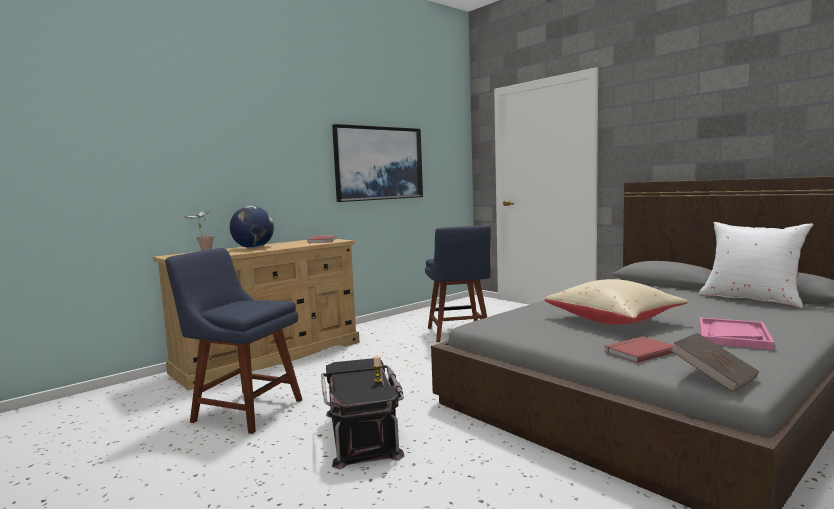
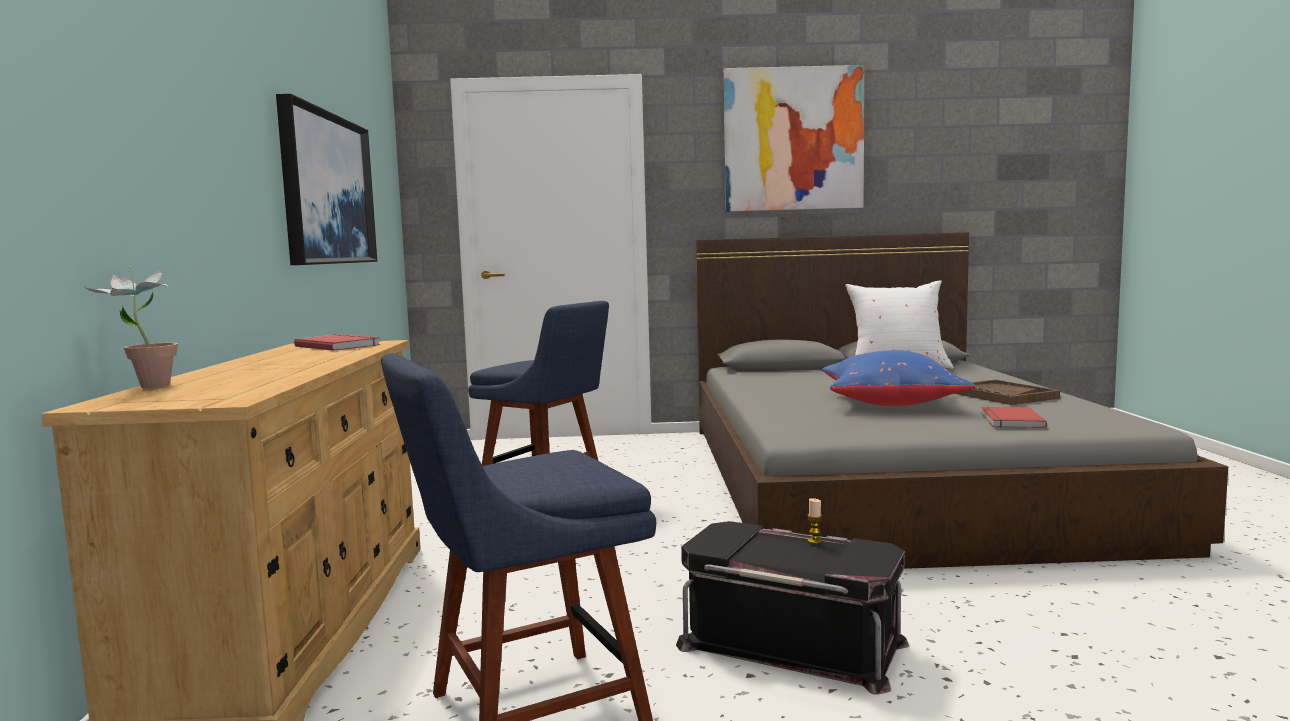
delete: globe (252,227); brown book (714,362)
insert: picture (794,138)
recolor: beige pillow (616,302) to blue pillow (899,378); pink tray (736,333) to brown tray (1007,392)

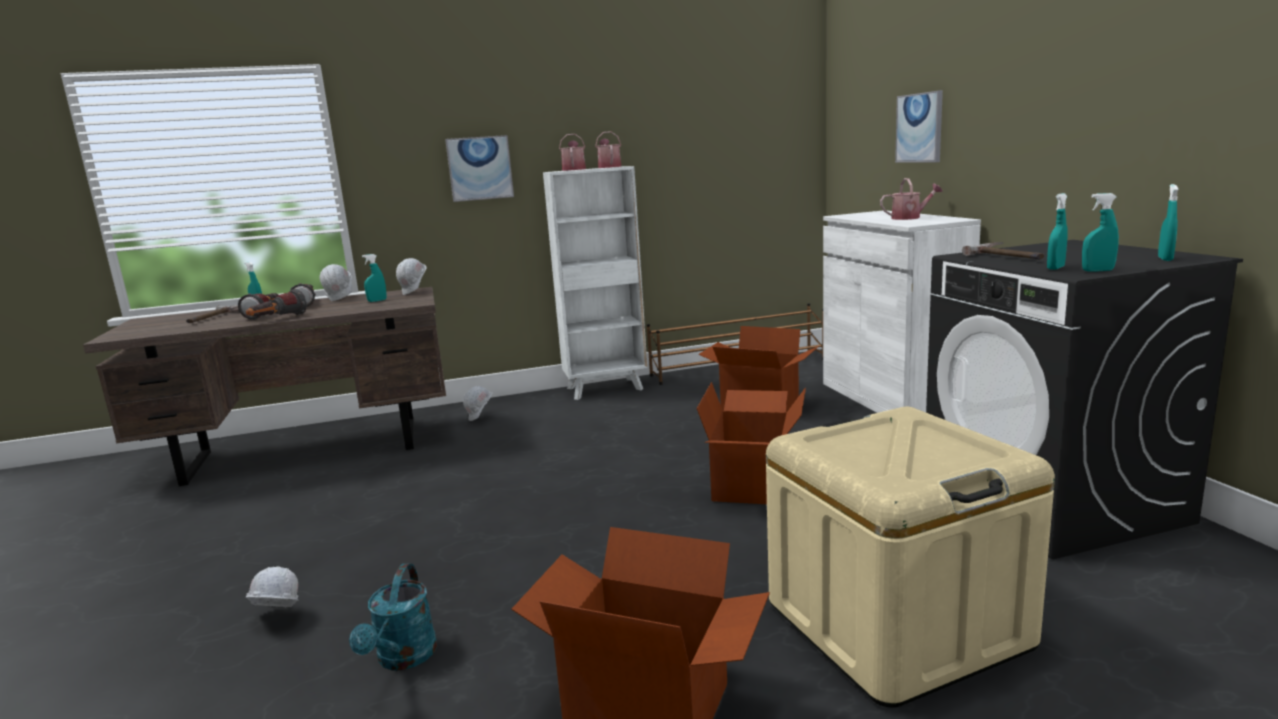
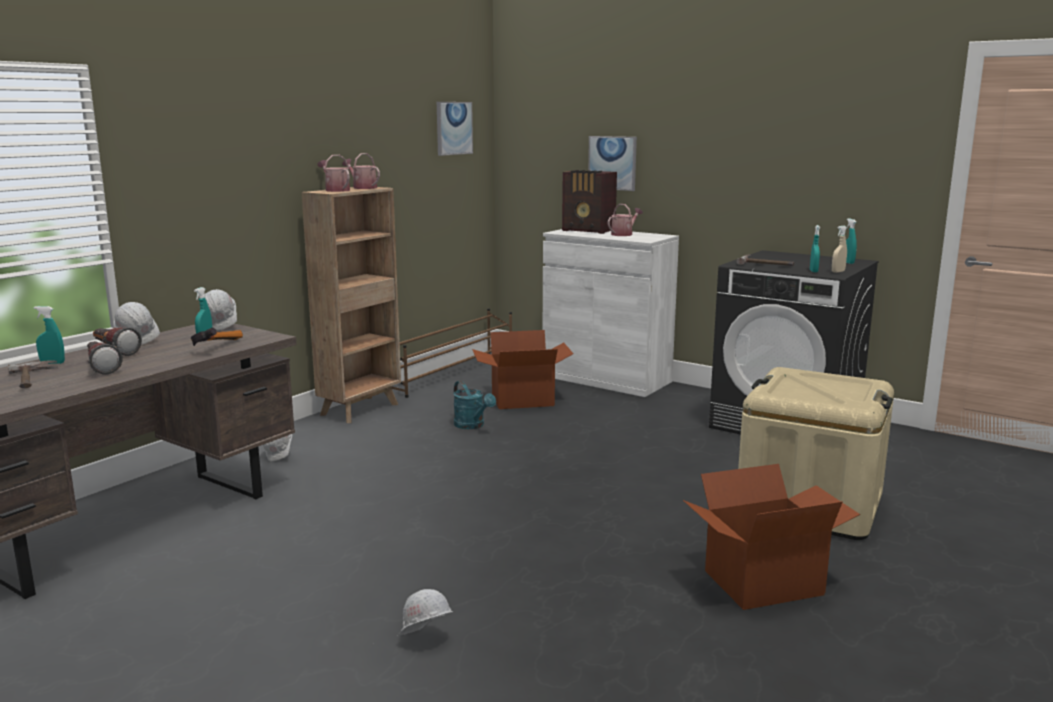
delete: flashlight (276,303); cardboard box (751,443)
insert: radio (589,202); hammer (217,337)
move: picture (479,168) to (455,129); turquoise watering can (393,617) to (474,405)
recolor: white bookcase (595,283) to brown bookcase (351,305); turquoise spray bottle (1100,232) to beige spray bottle (839,249)

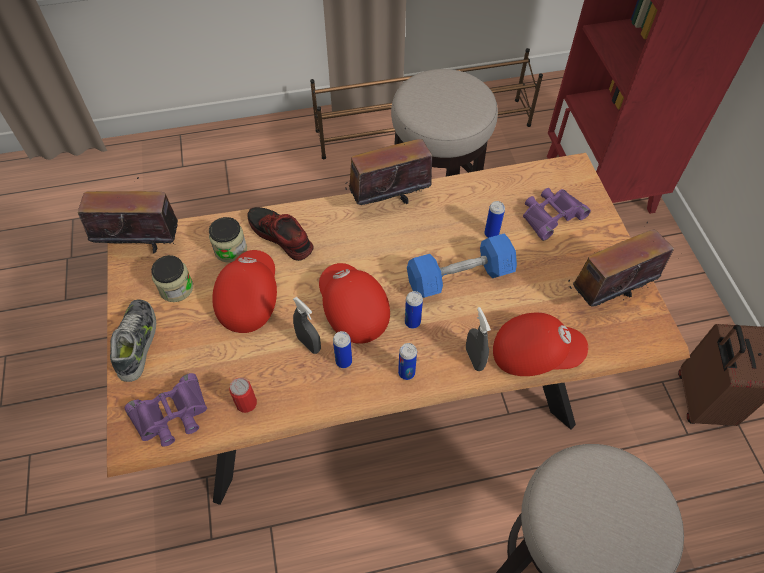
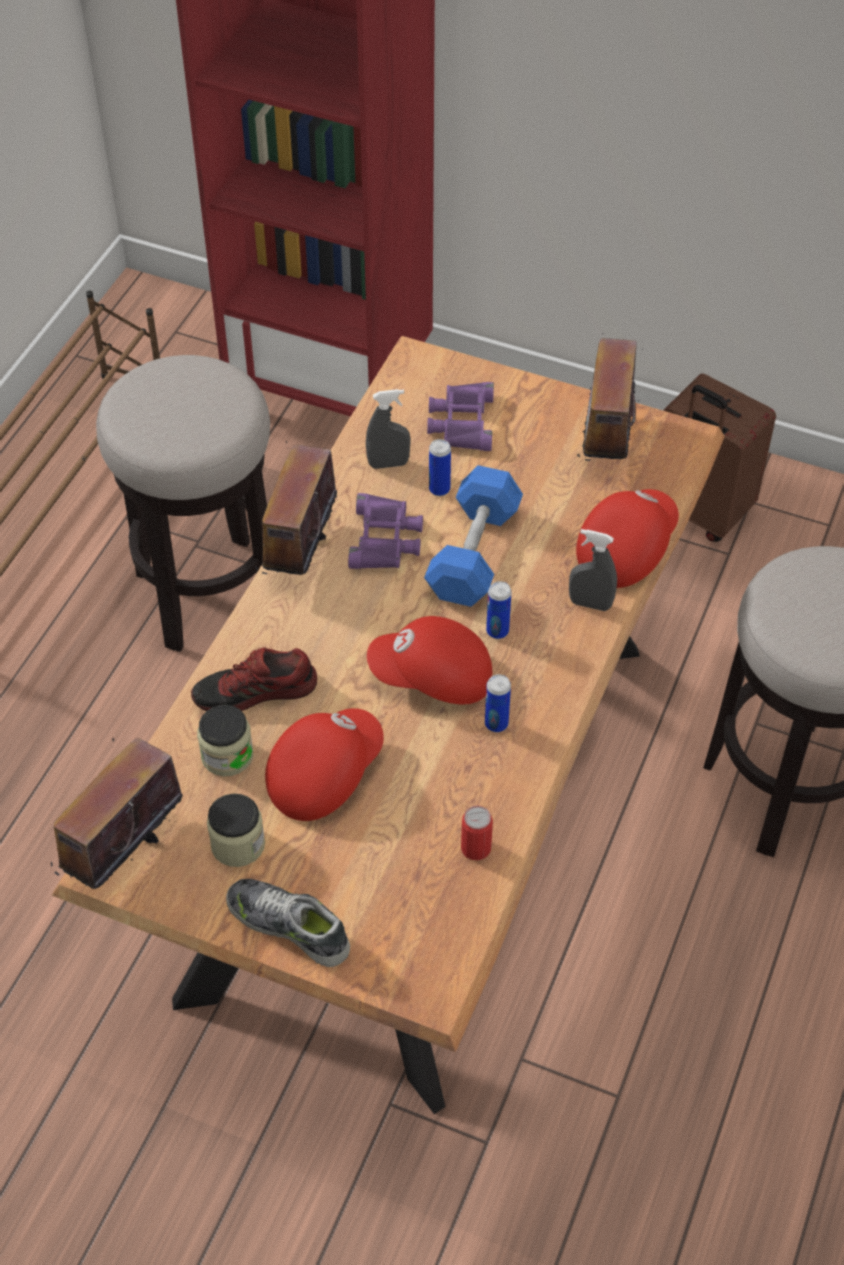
delete: can (407,361)
move: grey spray bottle (307,325) to (388,429); purple binoculars (166,410) to (385,531)
rotate: red cap (244,291) = (324,764) 90 degrees clockwise

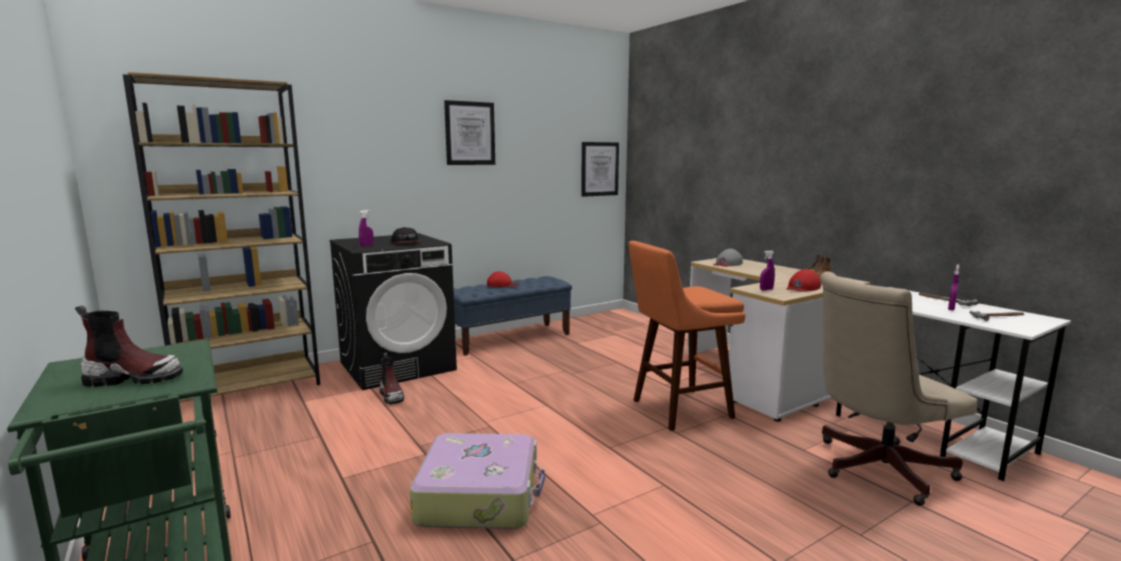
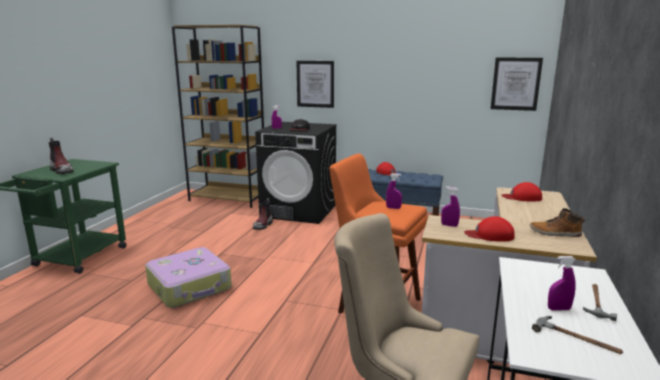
insert: purple spray bottle (394,191)
move: picture (469,132) to (315,84)
recolor: grey cap (728,258) to red cap (522,191)

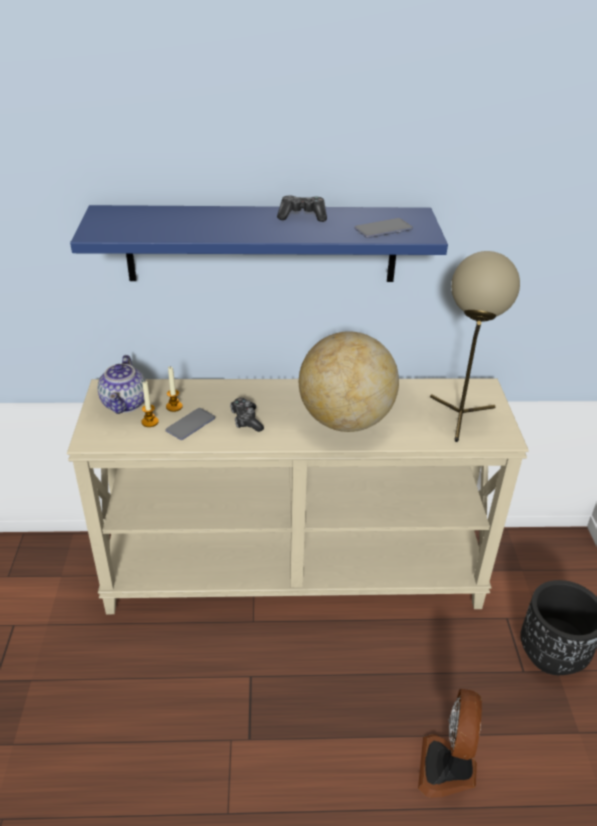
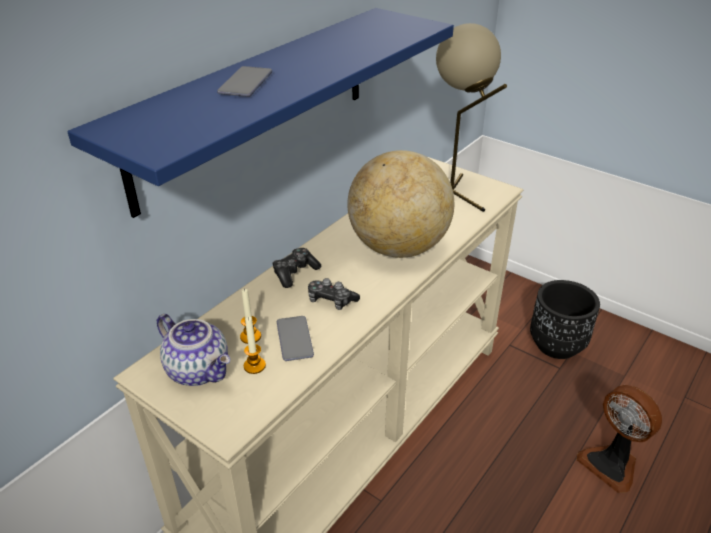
move: game controller (302,209) to (296,268); phone (383,228) to (244,81)

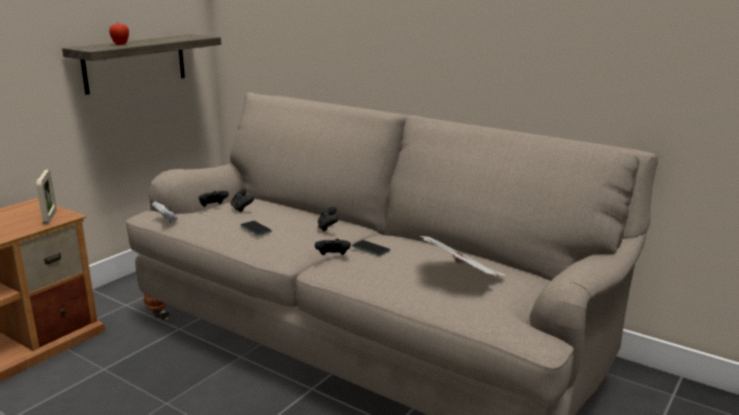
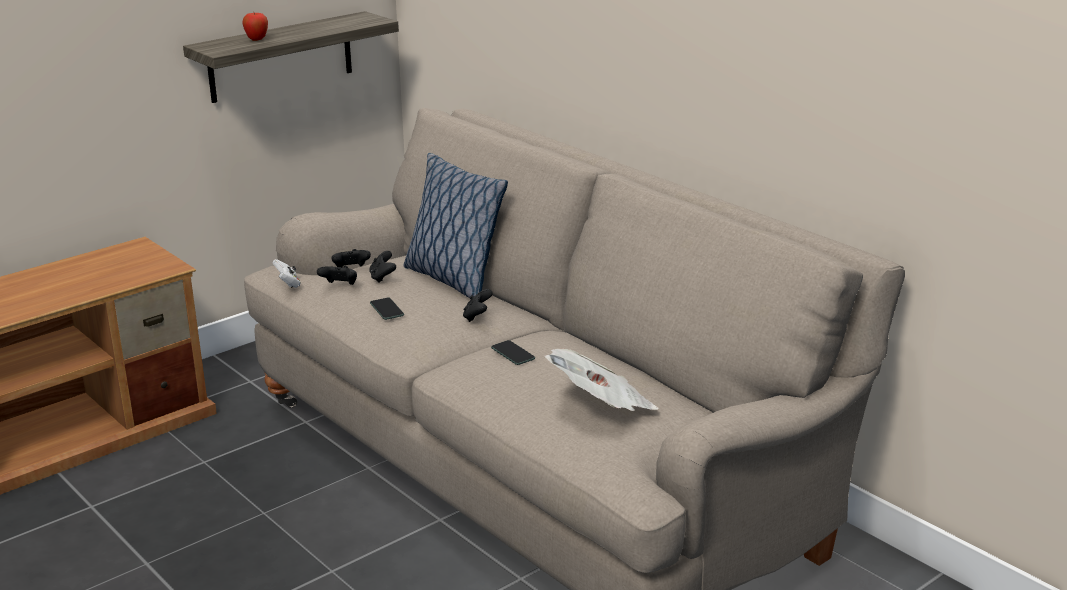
delete: picture frame (46,197)
insert: pillow (456,225)
move: black game controller (333,247) to (337,275)

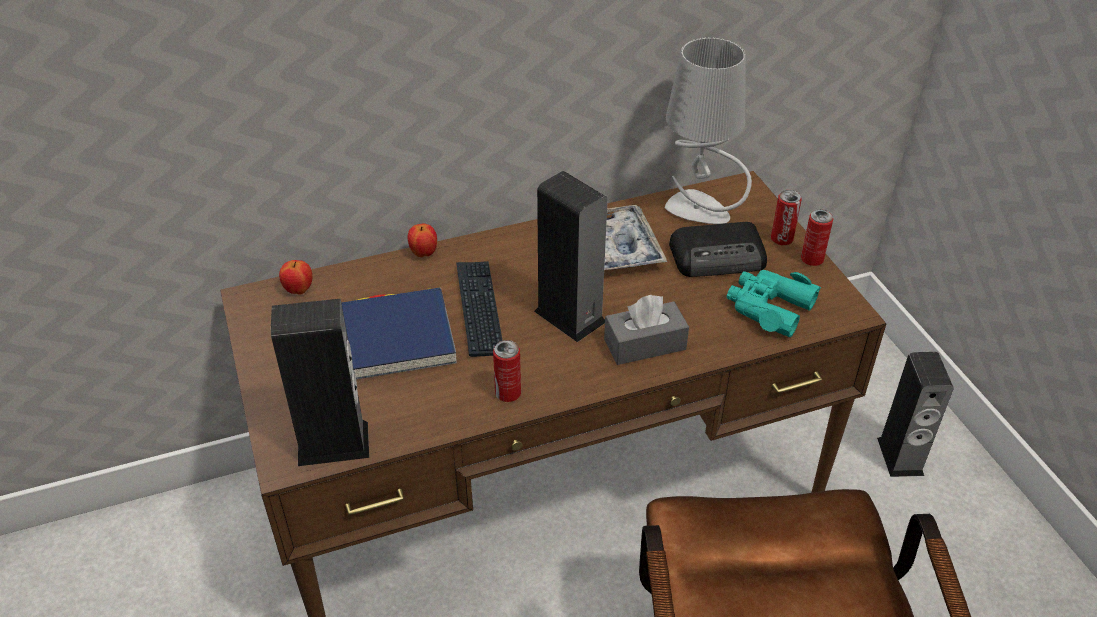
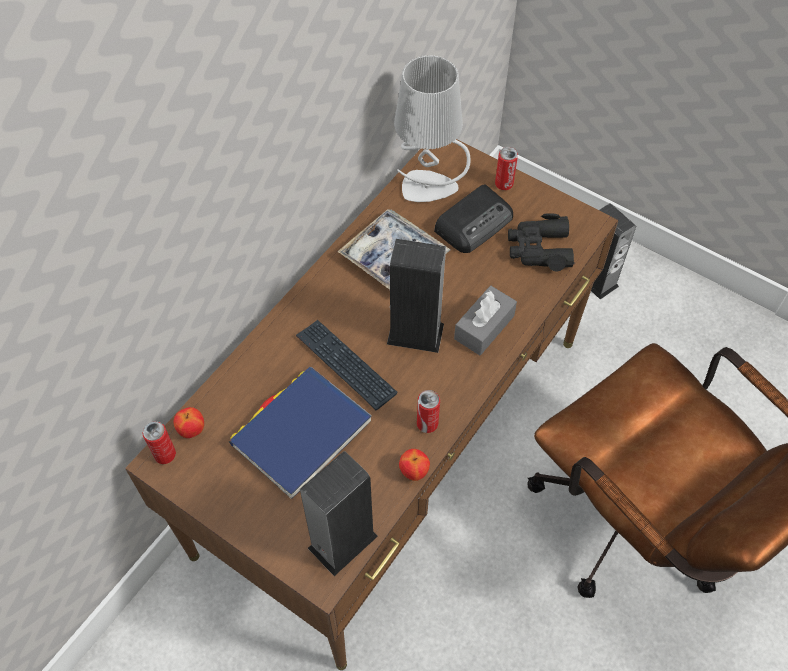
move: can (817,237) to (159,442); apple (422,240) to (414,465)
recolor: turquoise binoculars (773,303) to black binoculars (541,242)

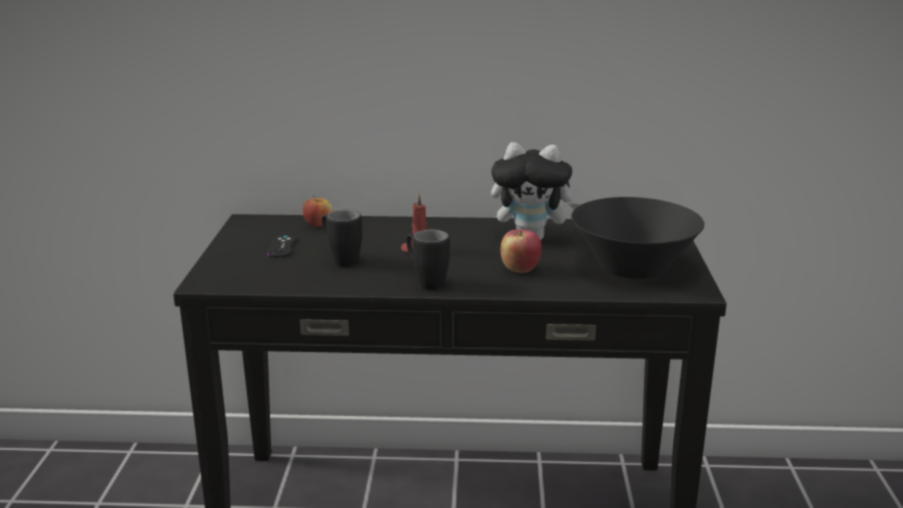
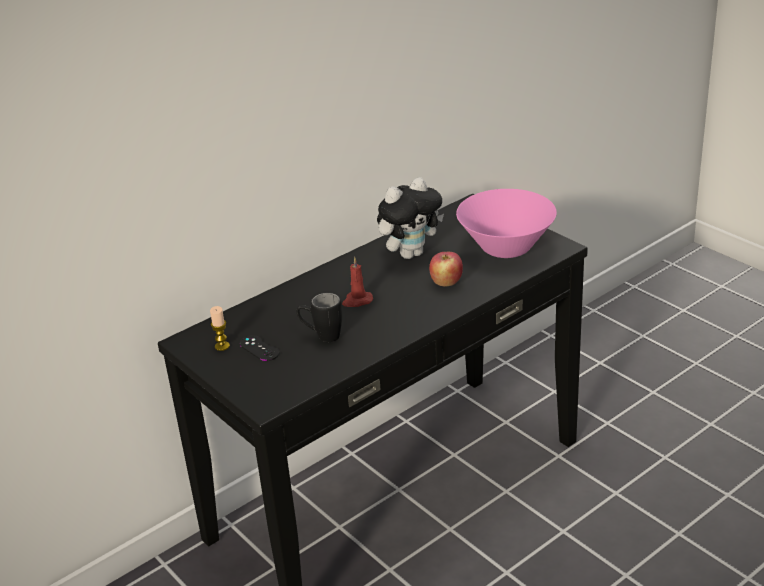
delete: apple (317,211); black mug (428,259)
insert: candle (220,328)
recolor: black bowl (637,238) to pink bowl (506,223)

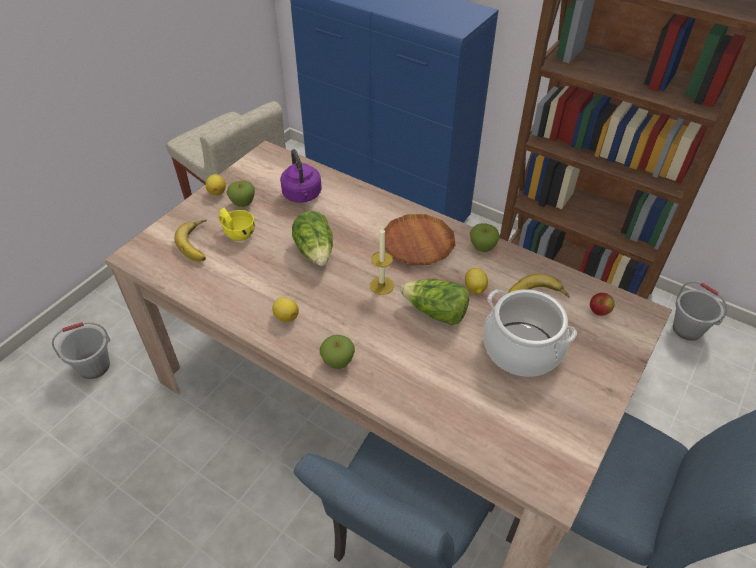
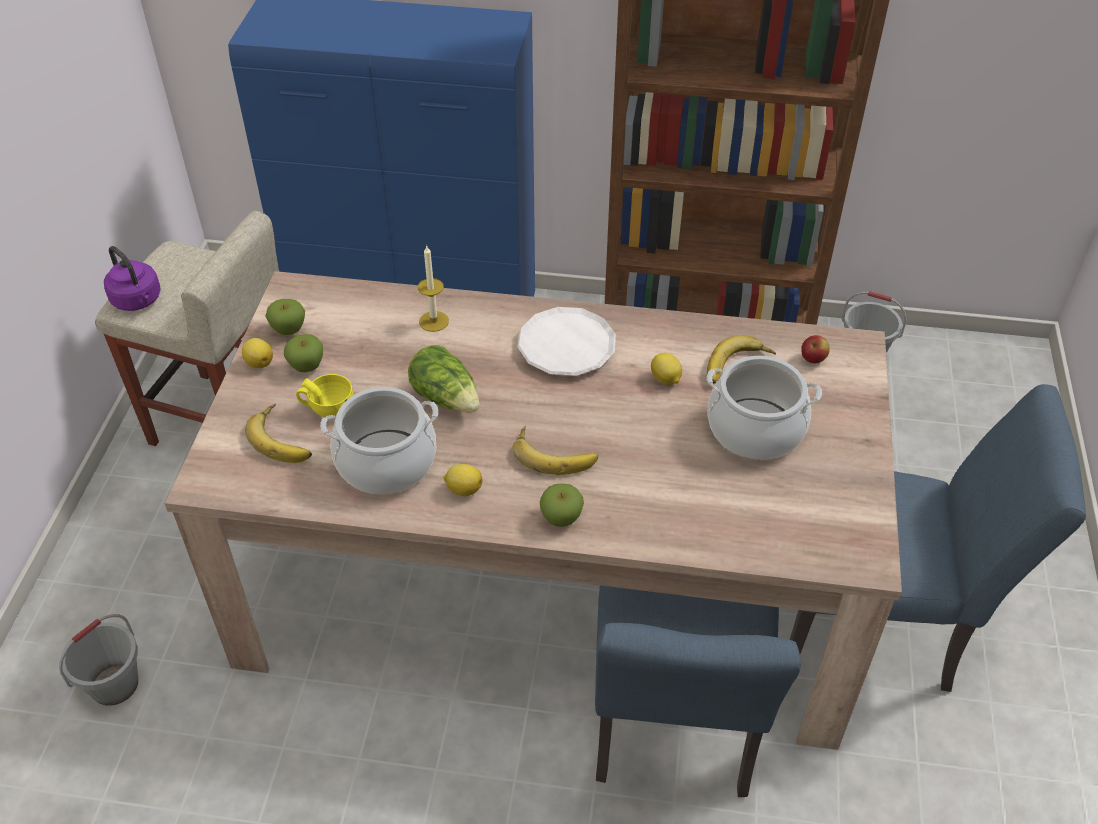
delete: lettuce (435,302)
insert: cooking pot (379,441); banana (555,450)
move: purple kettle (301,176) to (132,278); apple (485,237) to (285,317); candle (382,260) to (433,288)
recolor: brown plate (419,239) to white plate (566,341)

